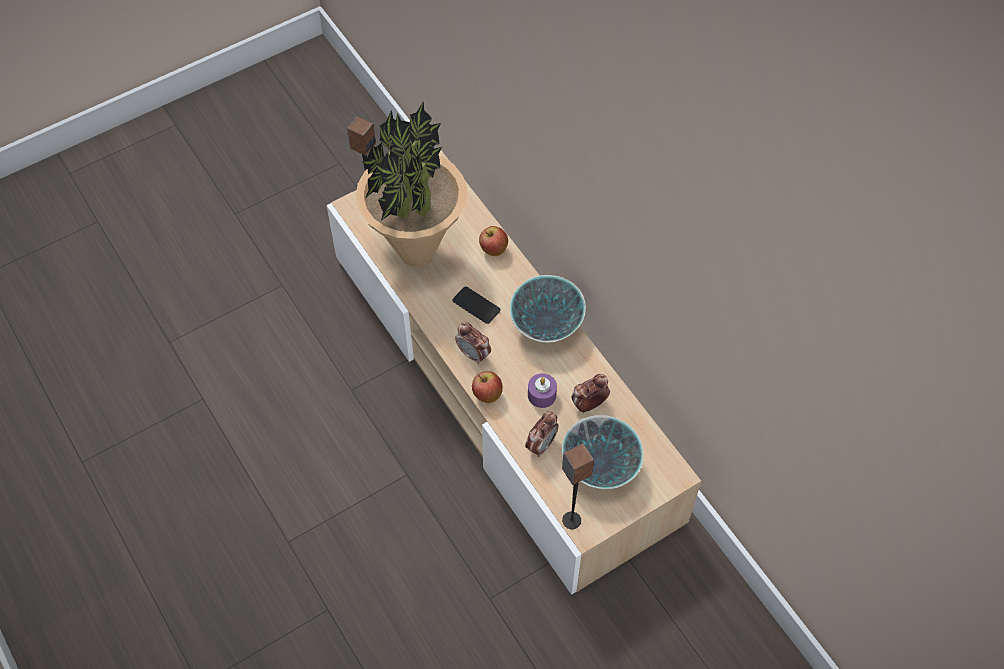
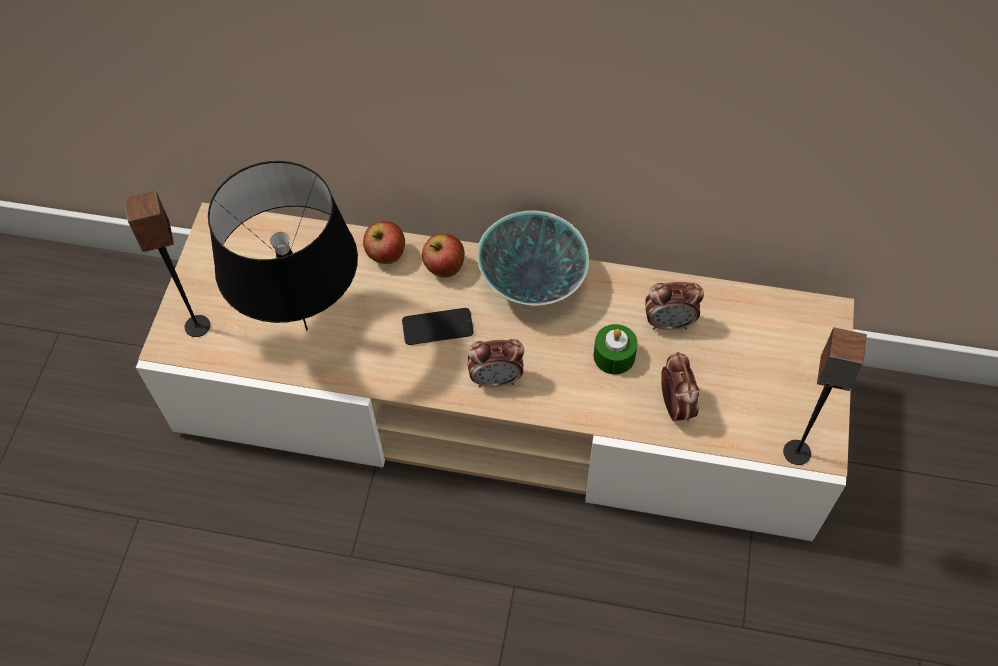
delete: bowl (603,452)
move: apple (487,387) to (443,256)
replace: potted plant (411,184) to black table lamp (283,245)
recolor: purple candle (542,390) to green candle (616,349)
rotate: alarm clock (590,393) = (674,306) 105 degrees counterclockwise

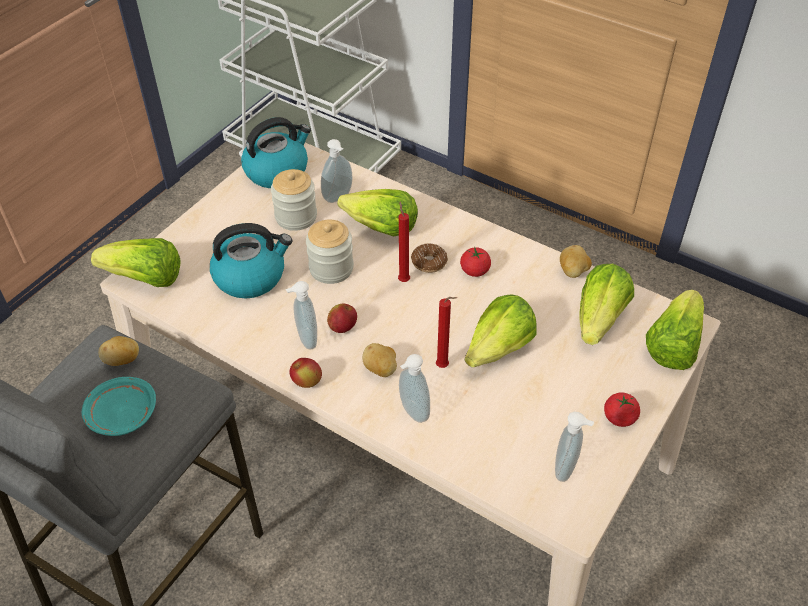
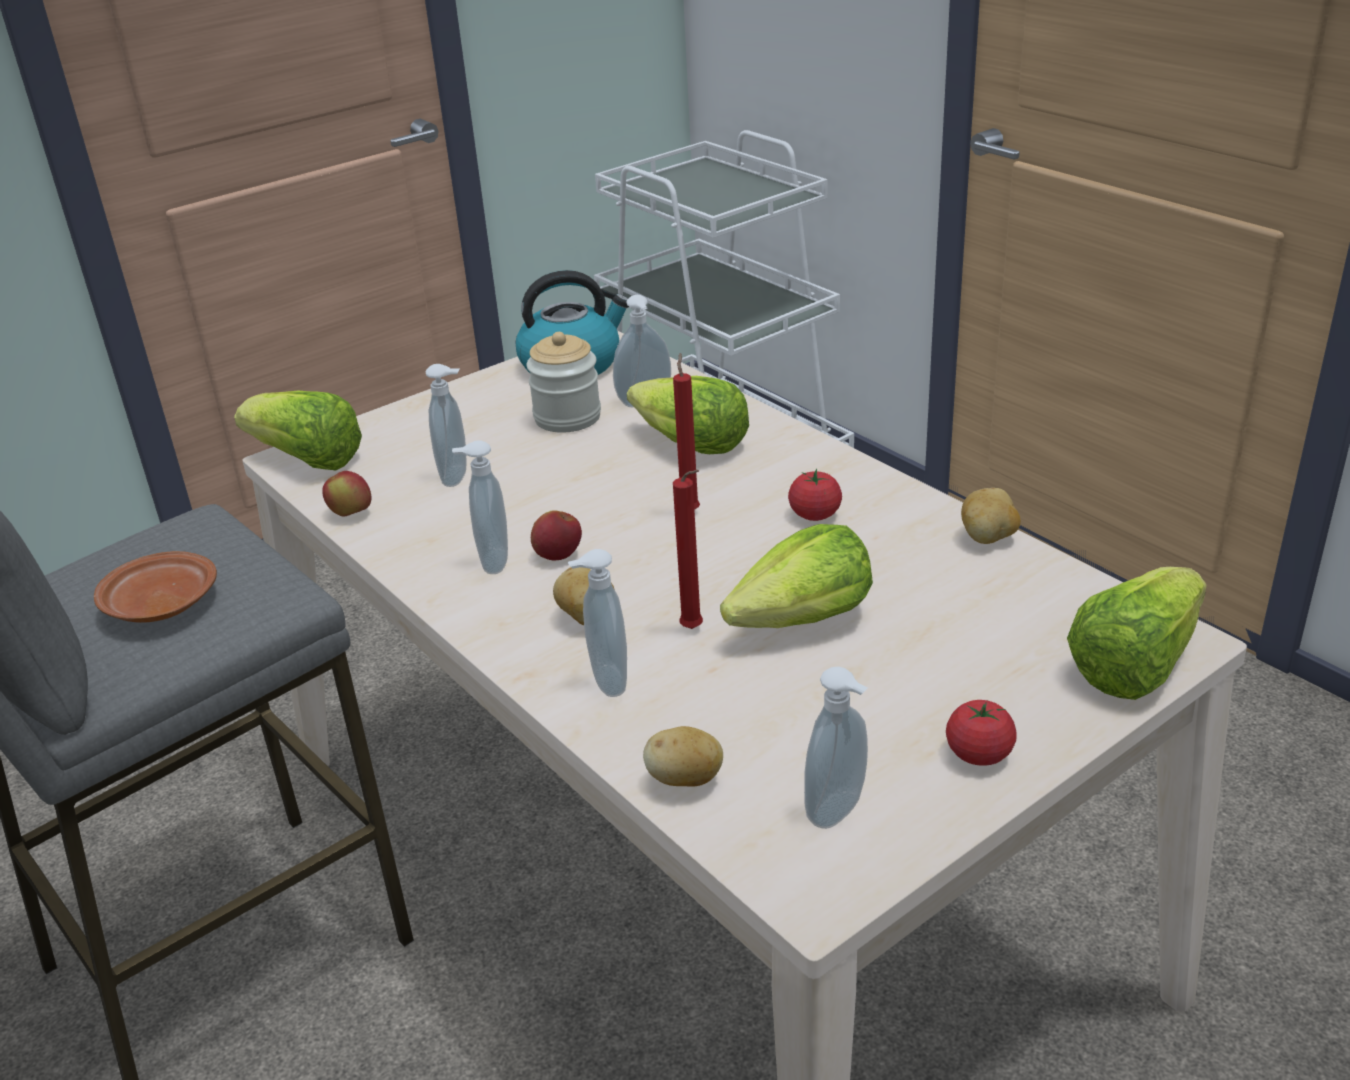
delete: jar (330,252); donut (429,258); lettuce (607,304)
move: potato (118,351) to (683,756); apple (305,373) to (346,493)
replace: kettle (251,261) to soap dispenser (446,425)
recolor: turquoise plate (119,406) to brown plate (155,587)

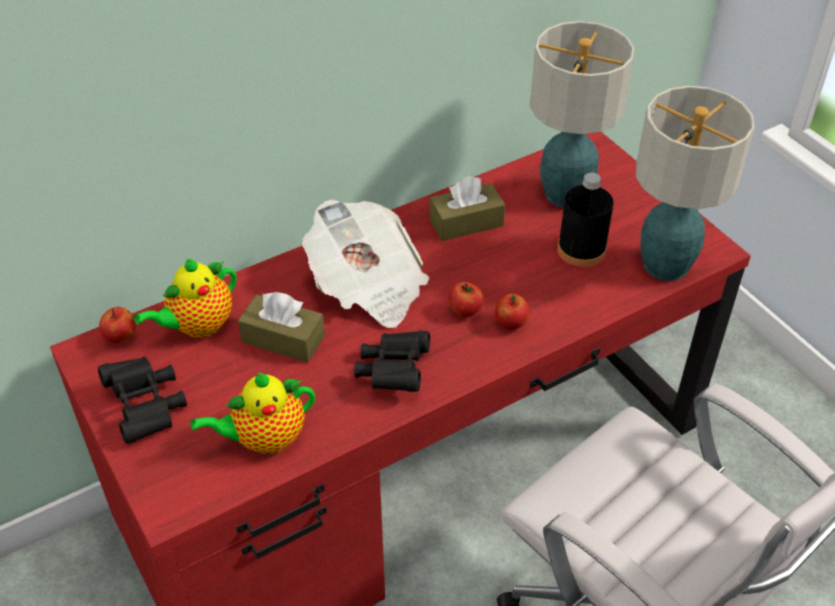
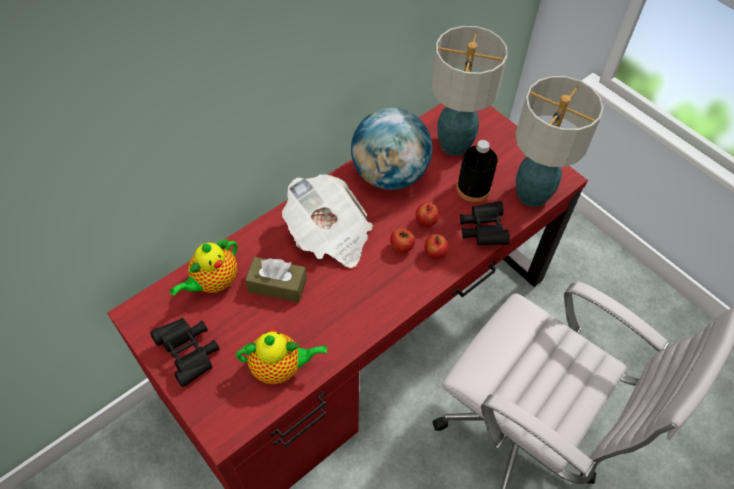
move: apple (117,325) to (427,214); black binoculars (392,361) to (485,223)
replace: brown tissue box (467,208) to globe (391,149)
rotate: teapot (252,413) = (281,356) 150 degrees counterclockwise

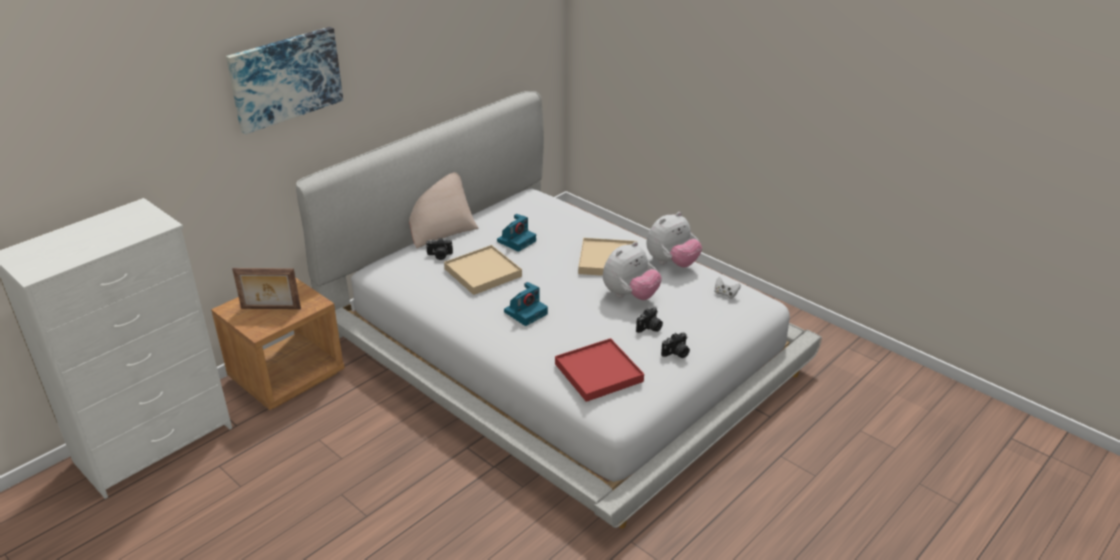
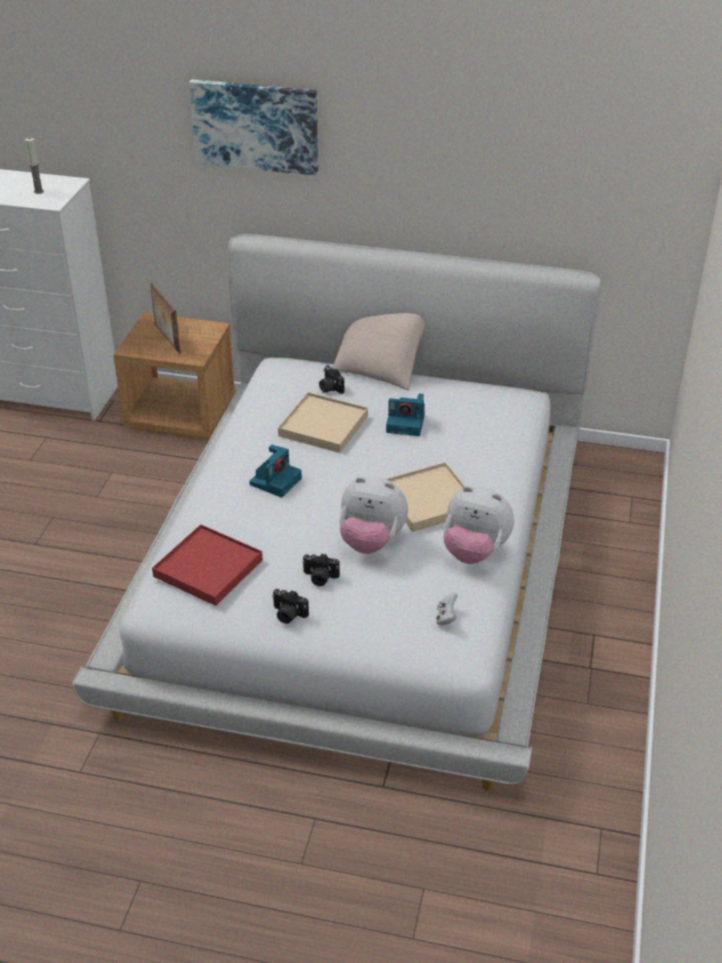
insert: candle (34,166)
rotate: photo camera (526,304) = (275,471) 75 degrees counterclockwise

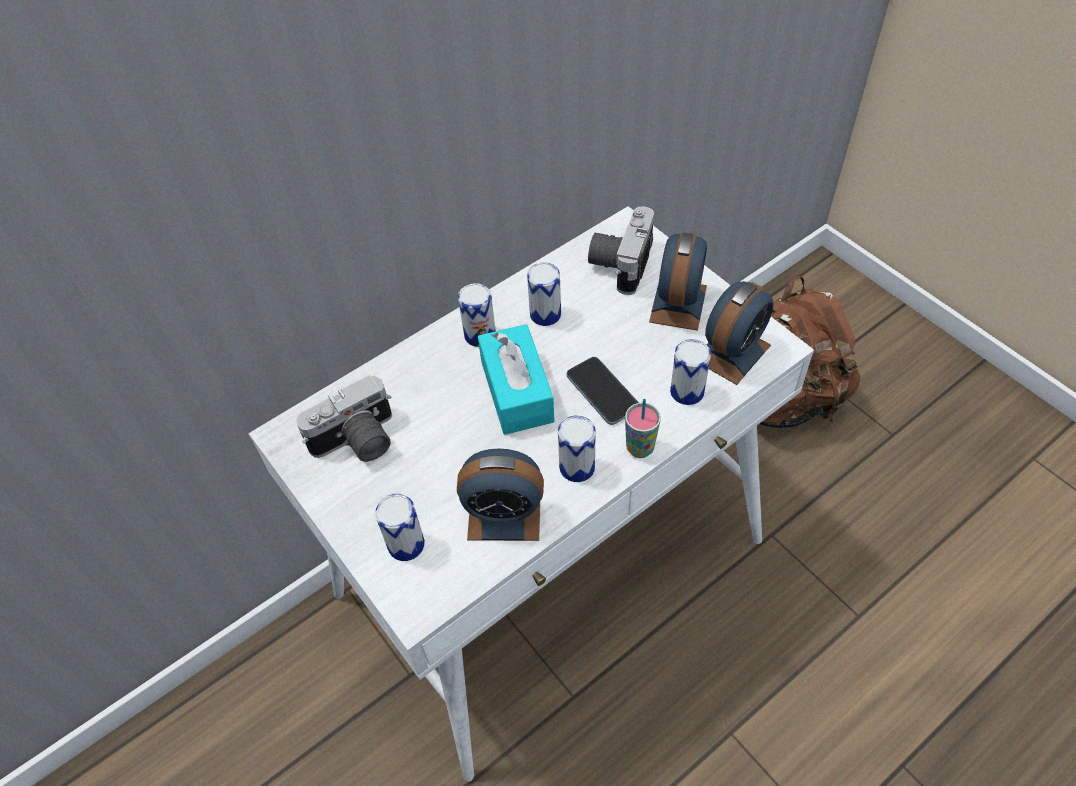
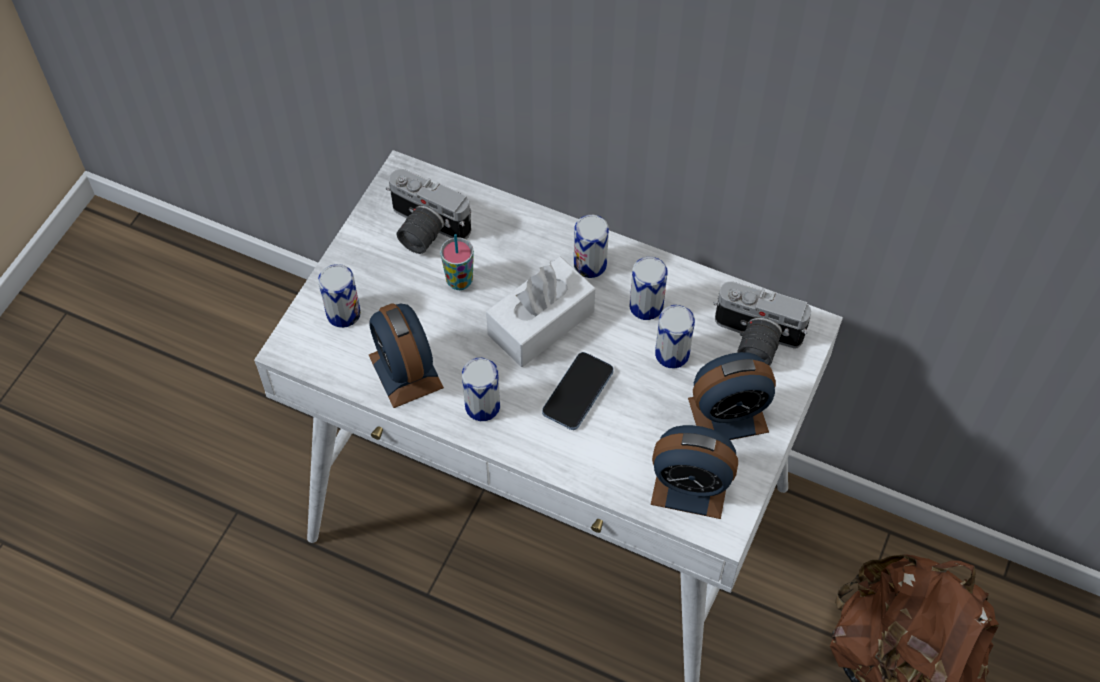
move: can (690,372) to (675,336); cup (643,428) to (457,262)
recolor: turquoise tissue box (516,379) to white tissue box (540,312)
rotate: photo camera (621,250) = (762,323) 150 degrees counterclockwise

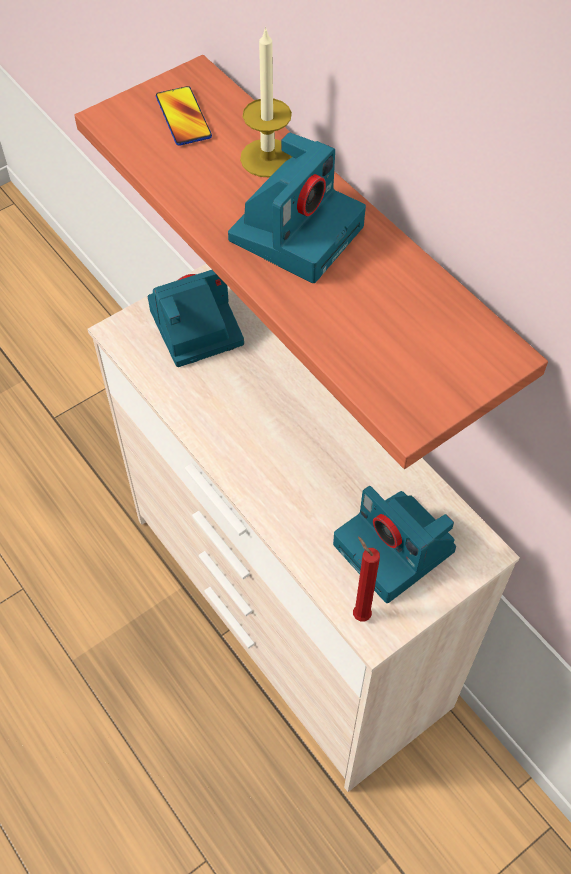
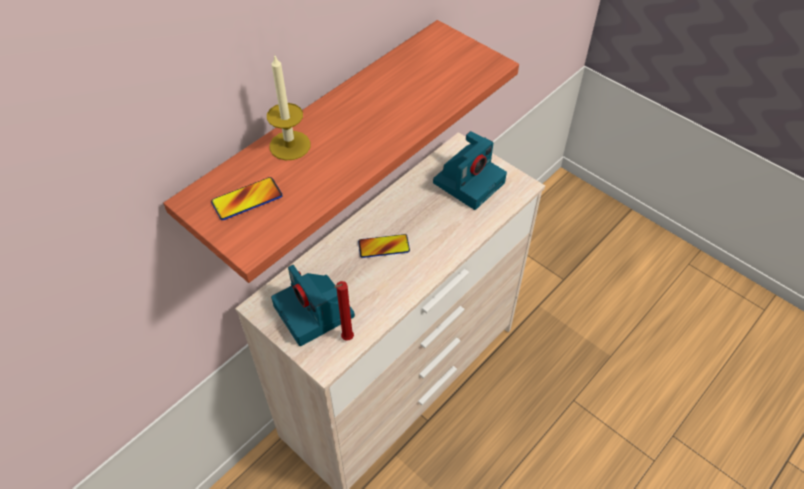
delete: photo camera (297,207)
insert: phone (384,246)
move: red candle (366,579) to (344,311)

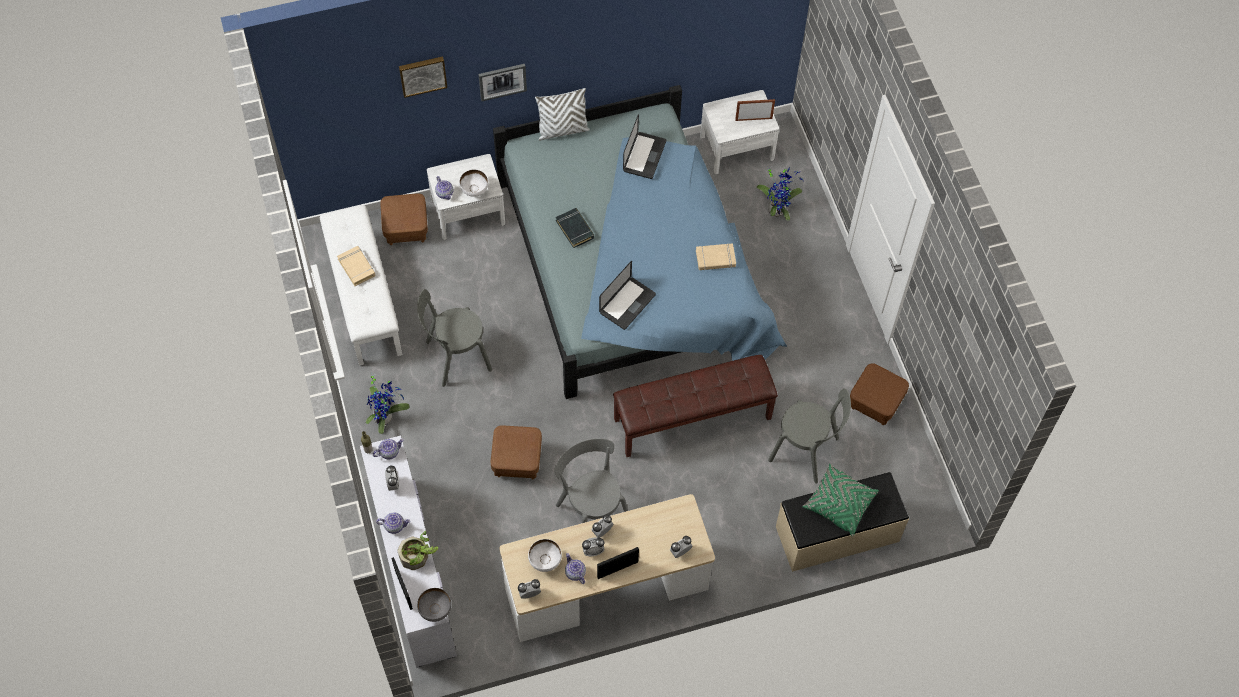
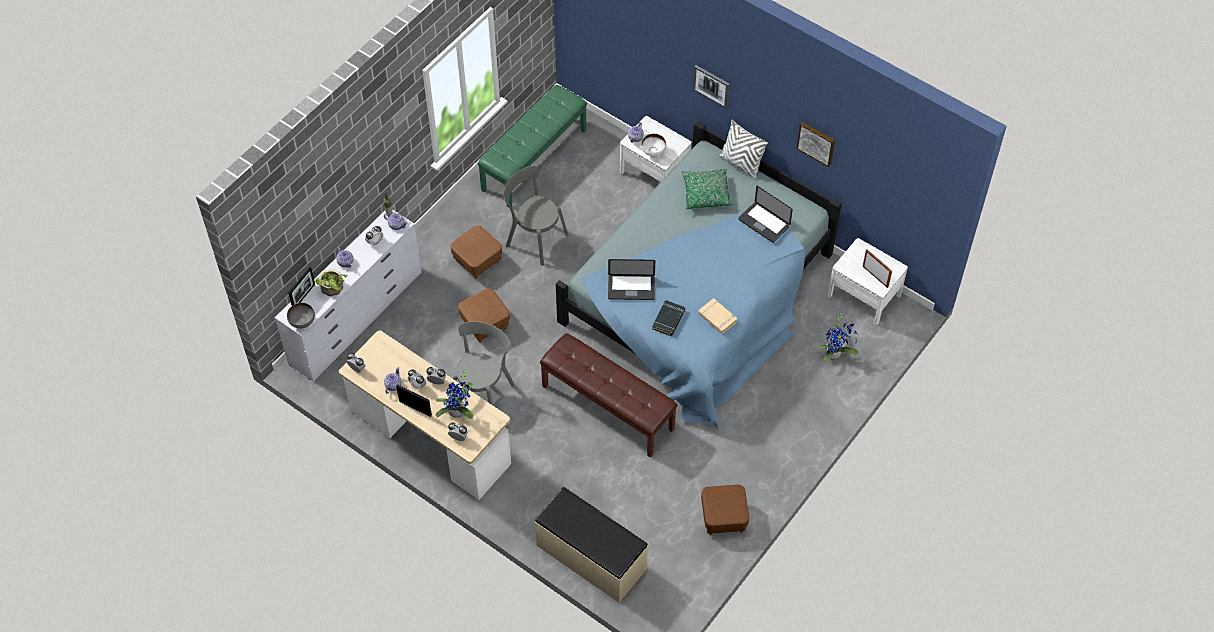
delete: beige book (356,266); grey chair (809,436); white bowl (545,555)
move: picture (423,77) to (815,144); brown ottoman (404,219) to (476,252); black book (575,228) to (668,318); potted plant (388,403) to (455,393); green pillow (840,500) to (707,189)
recolor: white bench (361,285) to green bench (532,146)
rotate: laptop (644,146) = (765,214) 60 degrees clockwise

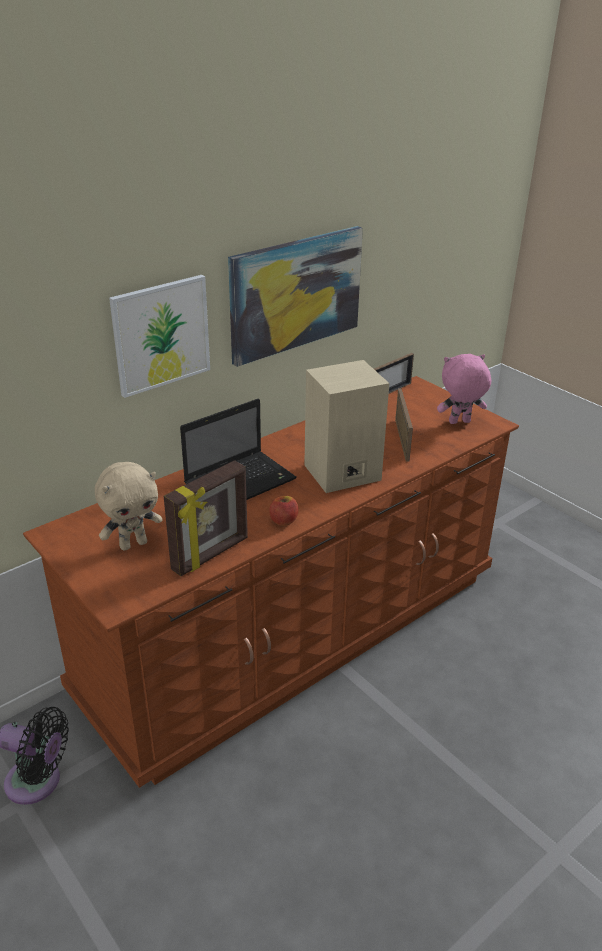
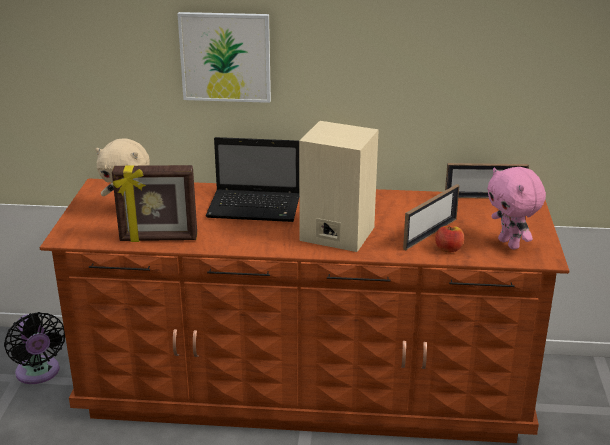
delete: picture (295,296)
move: apple (284,511) to (449,238)
rotate: pink plush toy (464,389) = (516,208) 150 degrees counterclockwise

